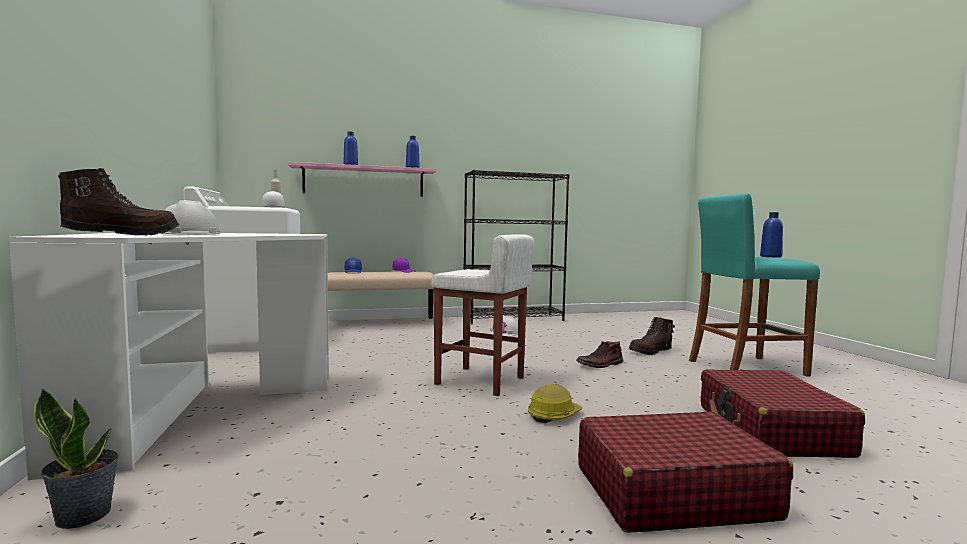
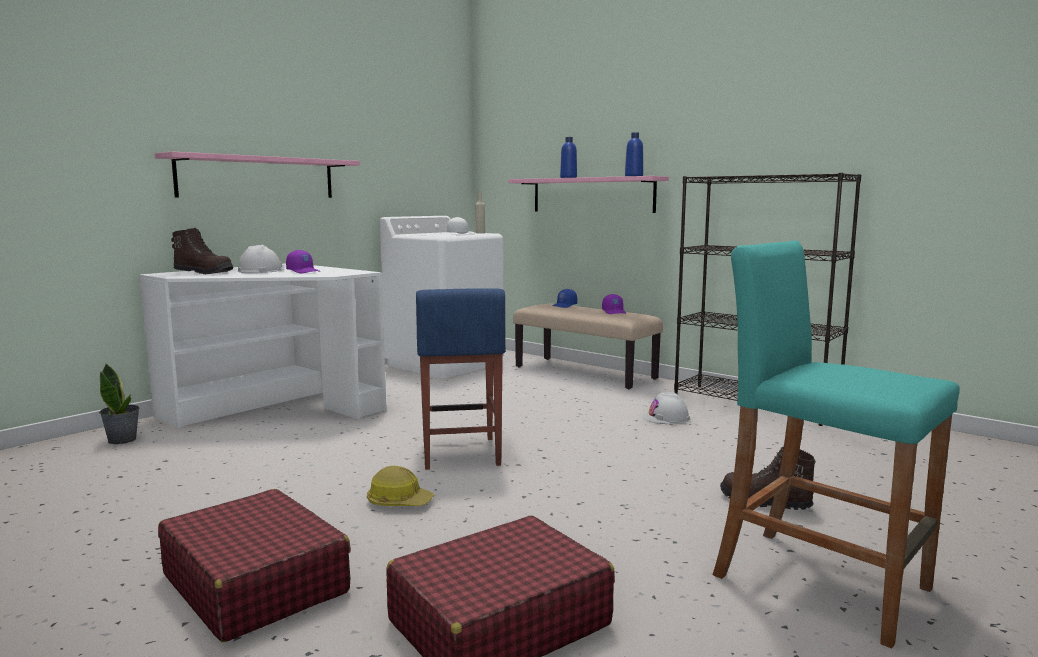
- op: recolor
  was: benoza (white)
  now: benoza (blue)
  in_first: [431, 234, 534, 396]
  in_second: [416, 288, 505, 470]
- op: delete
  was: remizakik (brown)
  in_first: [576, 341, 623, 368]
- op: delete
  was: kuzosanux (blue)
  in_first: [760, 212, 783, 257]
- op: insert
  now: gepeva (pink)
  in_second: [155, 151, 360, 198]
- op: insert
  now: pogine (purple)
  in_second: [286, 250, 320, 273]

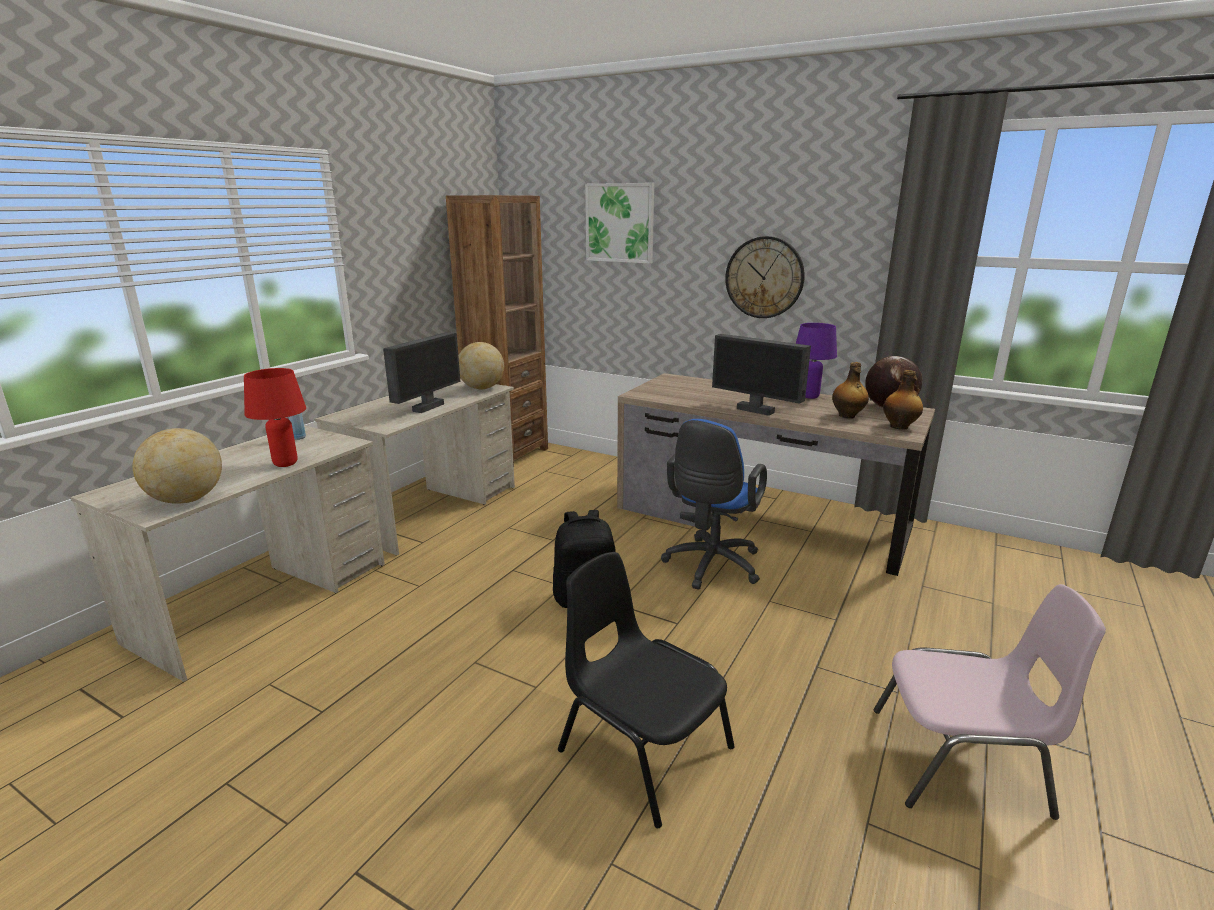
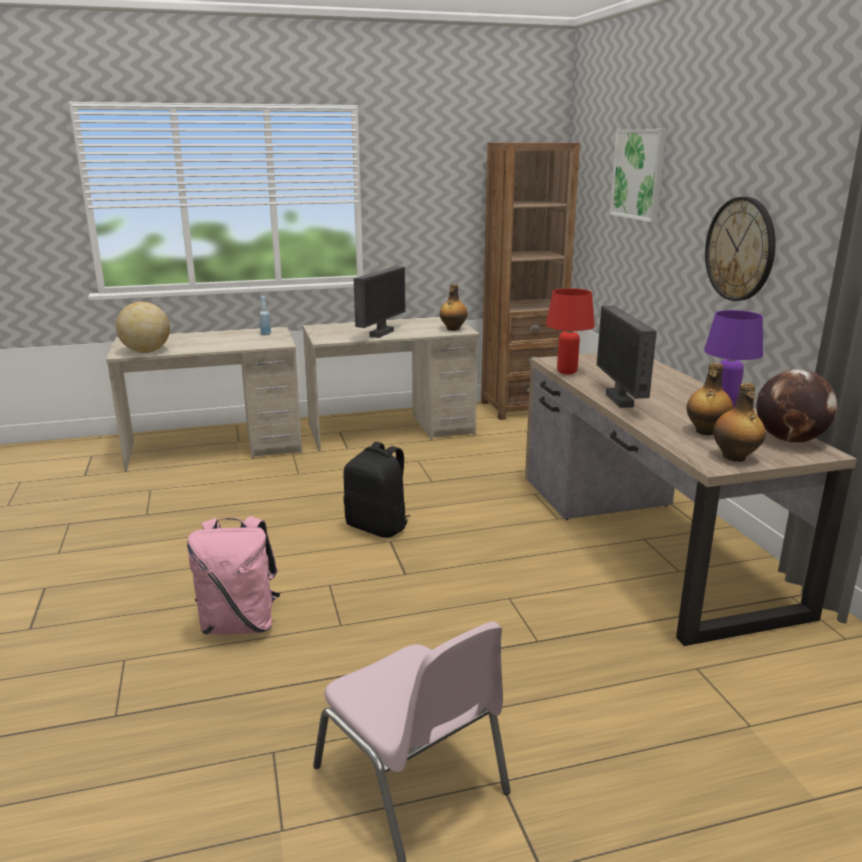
- op: move
  was: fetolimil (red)
  in_first: [244, 368, 306, 467]
  in_second: [546, 288, 595, 374]
- op: rotate
  was: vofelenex
  in_first: [383, 332, 460, 413]
  in_second: [354, 266, 405, 338]
  clockwise: -45
- op: replace
  was: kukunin
  now: kuzosanux
  in_first: [458, 342, 504, 390]
  in_second: [440, 284, 468, 331]
- op: replace
  was: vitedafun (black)
  now: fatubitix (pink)
  in_first: [558, 552, 734, 828]
  in_second: [187, 516, 280, 635]
- op: delete
  was: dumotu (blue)
  in_first: [661, 419, 767, 590]

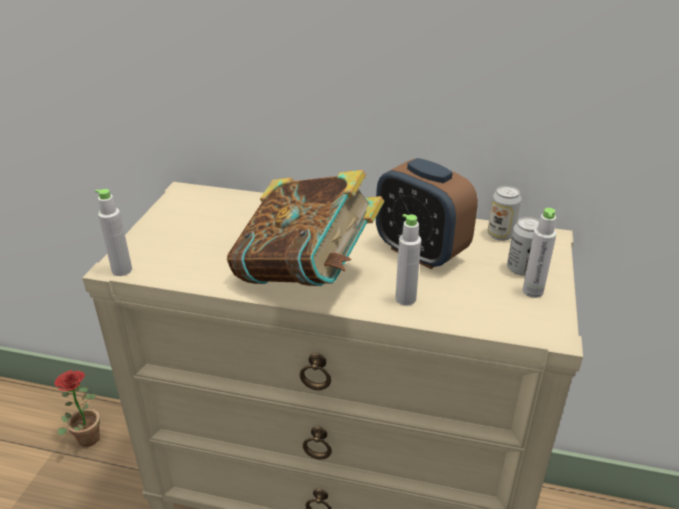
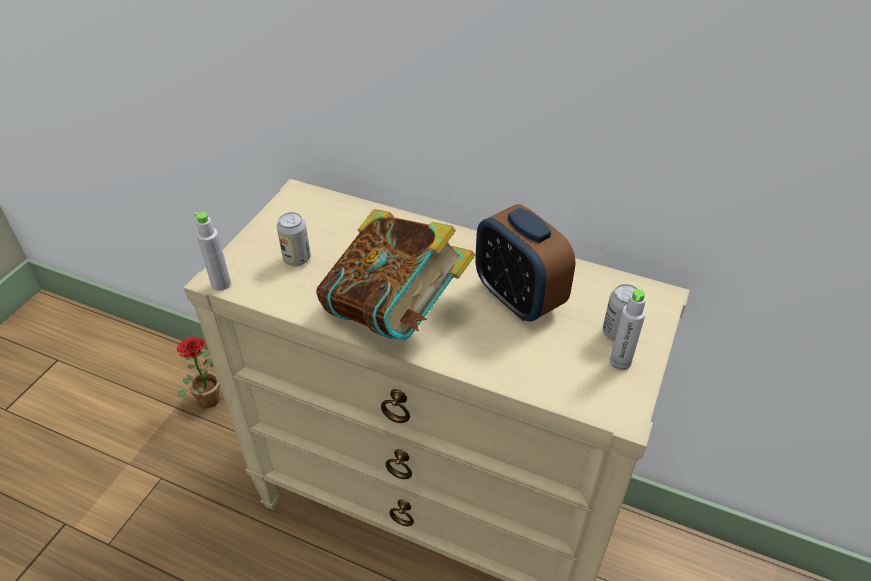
- op: delete
  was: kuzosanux (grey)
  in_first: [395, 214, 421, 306]
- op: move
  was: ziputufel
  in_first: [488, 186, 521, 241]
  in_second: [277, 212, 311, 266]

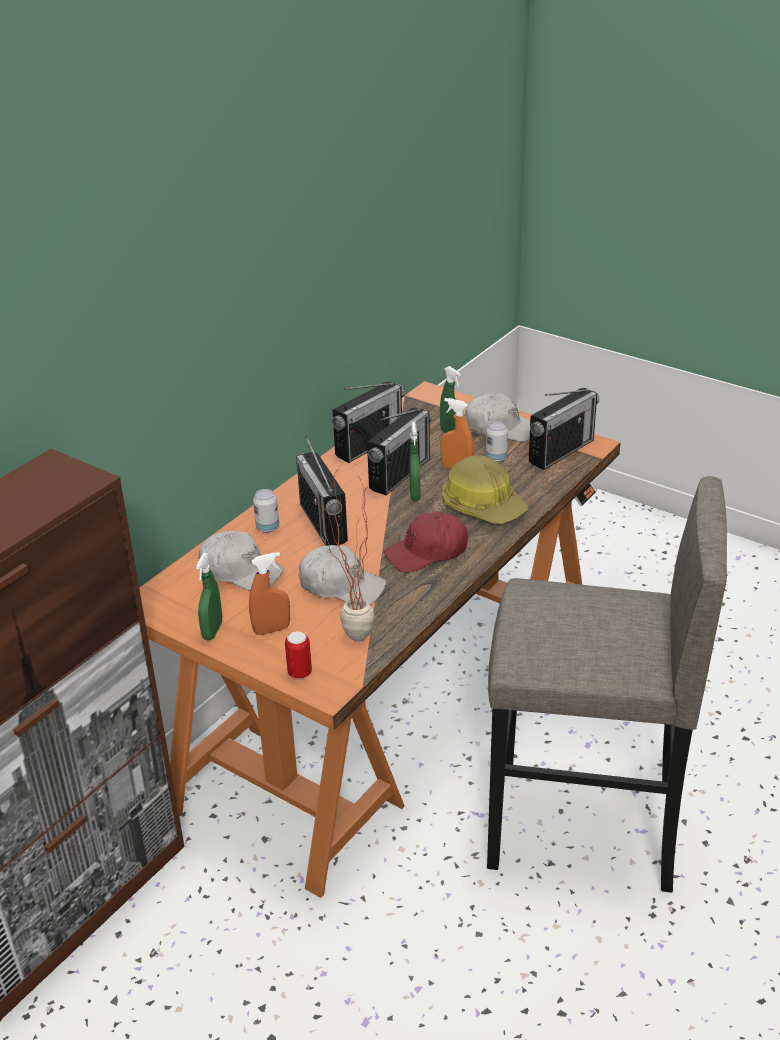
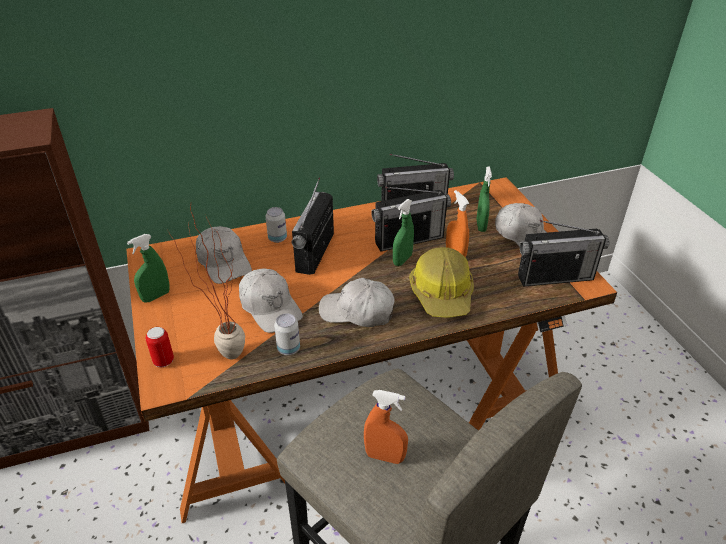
- op: move
  was: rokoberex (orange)
  in_first: [249, 552, 290, 635]
  in_second: [364, 390, 408, 464]
- op: recolor
  was: pogine (red)
  now: pogine (white)
  in_first: [384, 512, 468, 573]
  in_second: [319, 278, 395, 327]
- op: move
  was: ziputufel
  in_first: [486, 421, 508, 462]
  in_second: [274, 314, 300, 355]

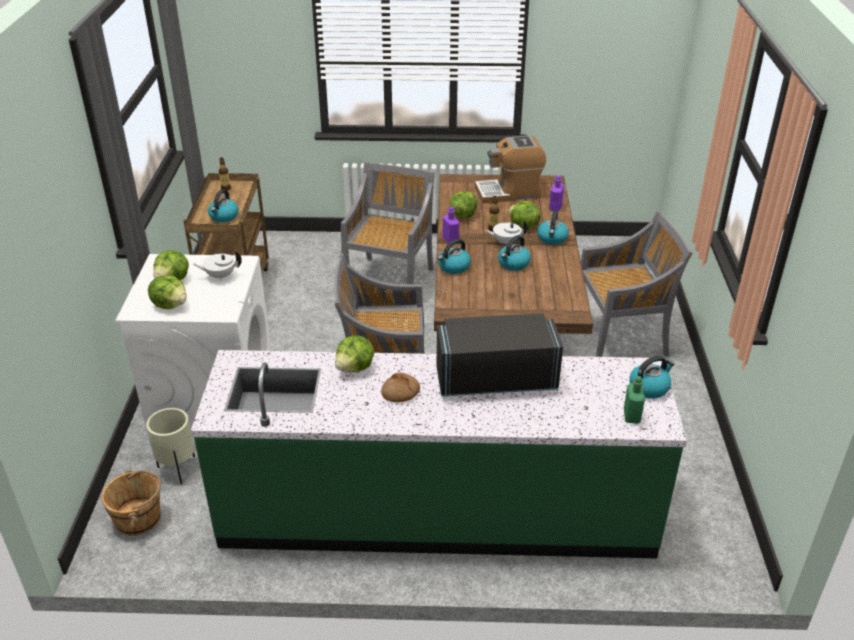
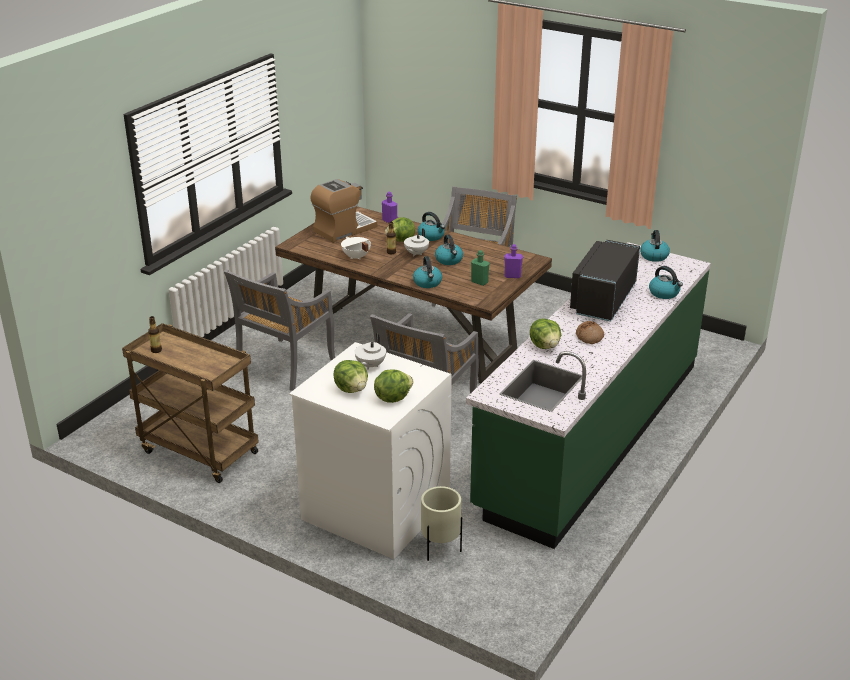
- op: delete
  was: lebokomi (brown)
  in_first: [101, 470, 161, 536]
- op: move
  was: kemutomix
  in_first: [208, 189, 239, 222]
  in_second: [649, 266, 683, 299]
- op: rotate
  was: vitedafun (grey)
  in_first: [341, 162, 435, 303]
  in_second: [224, 269, 335, 391]
  clockwise: -105
- op: move
  was: kuzosanux (purple)
  in_first: [443, 206, 460, 243]
  in_second: [504, 244, 523, 278]
- op: replace
  was: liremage
  now: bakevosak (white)
  in_first: [450, 191, 477, 219]
  in_second: [341, 237, 371, 260]
- op: rotate
  was: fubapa
  in_first: [475, 135, 546, 203]
  in_second: [310, 179, 377, 243]
  clockwise: -150
- op: move
  was: kuzosanux (green)
  in_first: [624, 376, 645, 424]
  in_second: [471, 250, 489, 286]

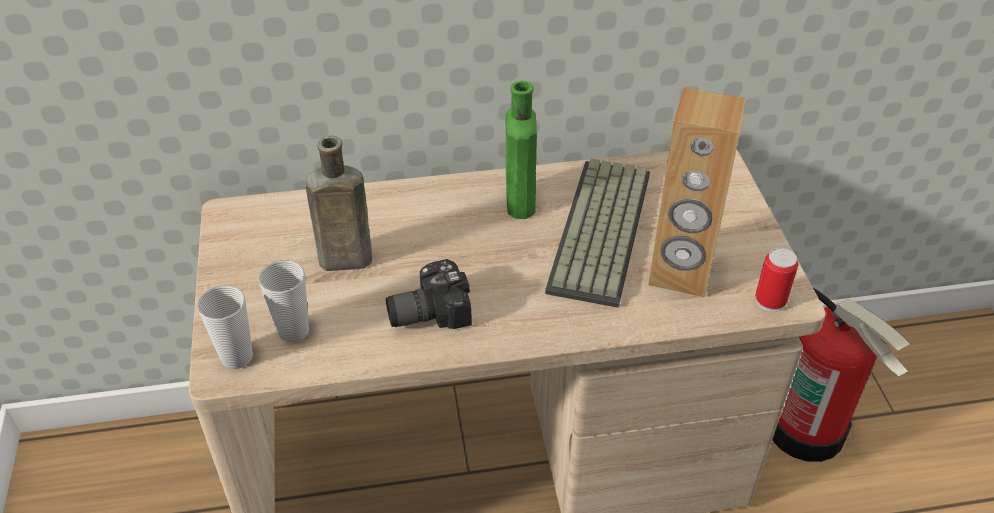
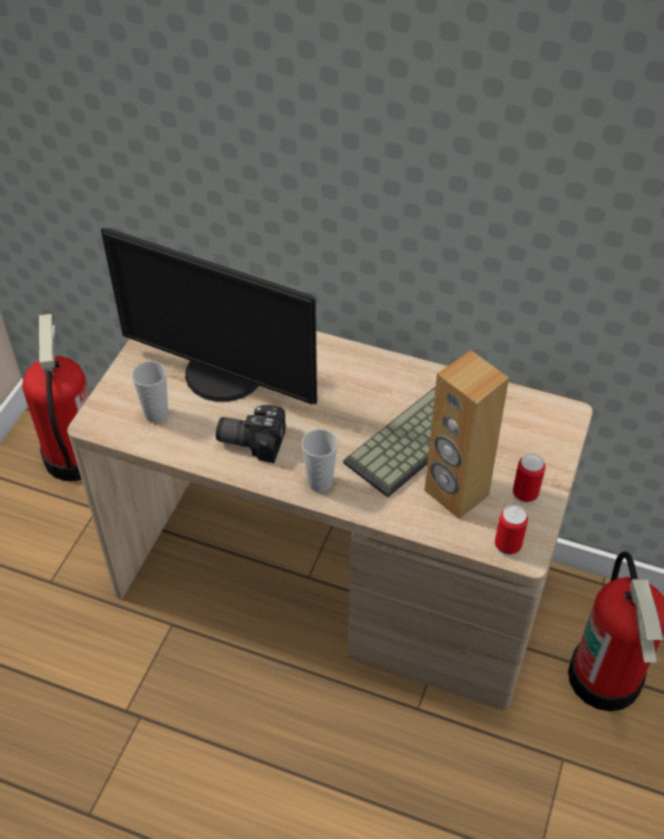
- op: move
  was: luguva
  in_first: [197, 285, 253, 369]
  in_second: [302, 429, 338, 492]
- op: replace
  was: kuzosanux (brown)
  now: vofelenex
  in_first: [306, 136, 372, 271]
  in_second: [101, 228, 317, 404]
- op: delete
  was: kuzosanux (green)
  in_first: [505, 81, 537, 219]
- op: insert
  now: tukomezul
  in_second: [23, 314, 90, 481]
- op: insert
  now: ziputufel
  in_second: [513, 453, 545, 504]

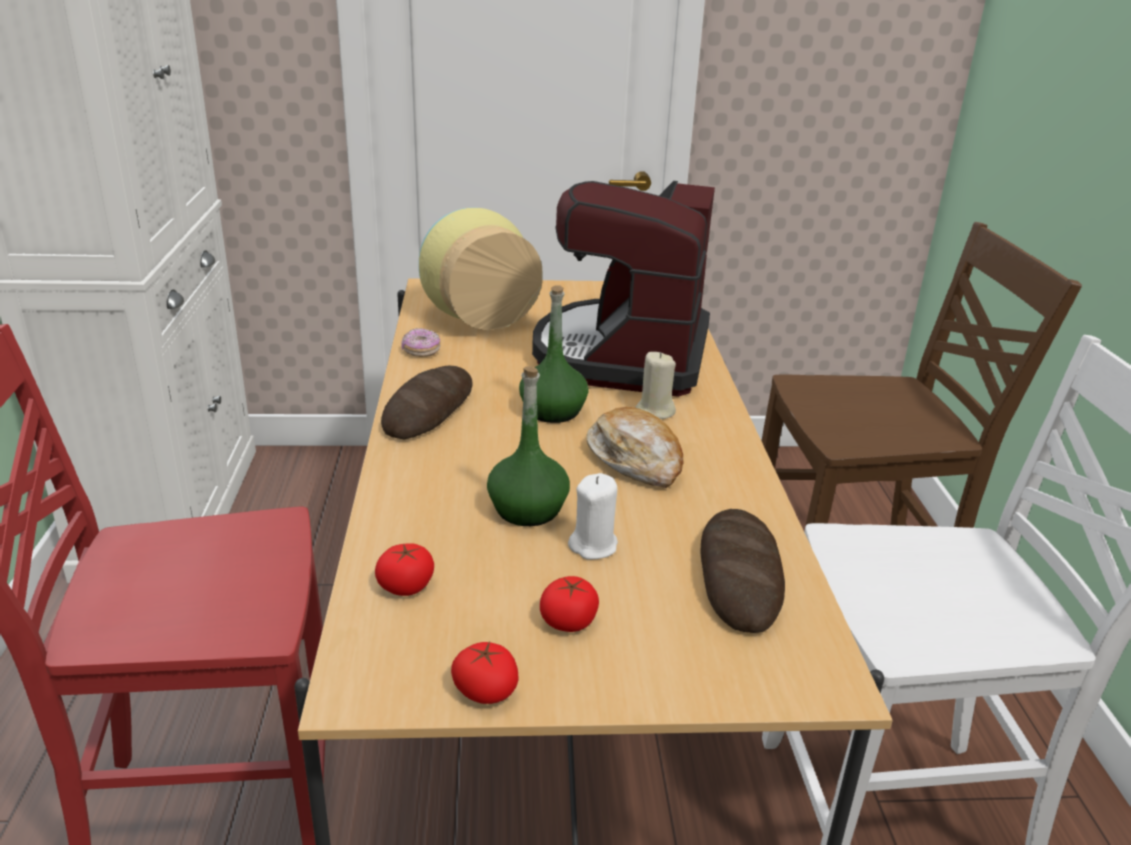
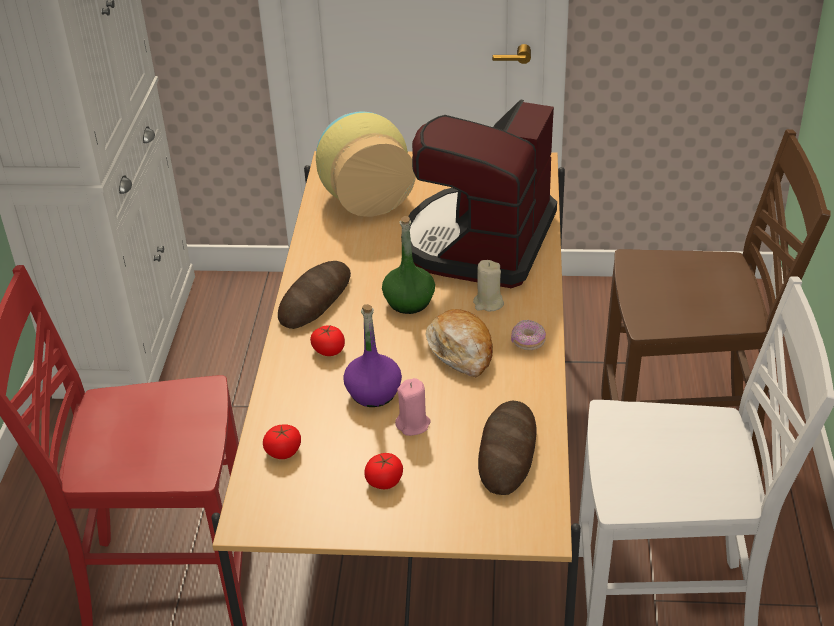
- op: move
  was: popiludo
  in_first: [401, 328, 441, 357]
  in_second: [511, 320, 546, 350]
- op: move
  was: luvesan
  in_first: [451, 641, 518, 704]
  in_second: [310, 325, 345, 356]
- op: recolor
  was: kuzosanux (green)
  now: kuzosanux (purple)
  in_first: [487, 366, 570, 526]
  in_second: [343, 304, 402, 407]
- op: recolor
  was: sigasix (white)
  now: sigasix (pink)
  in_first: [568, 473, 618, 560]
  in_second: [395, 378, 431, 436]

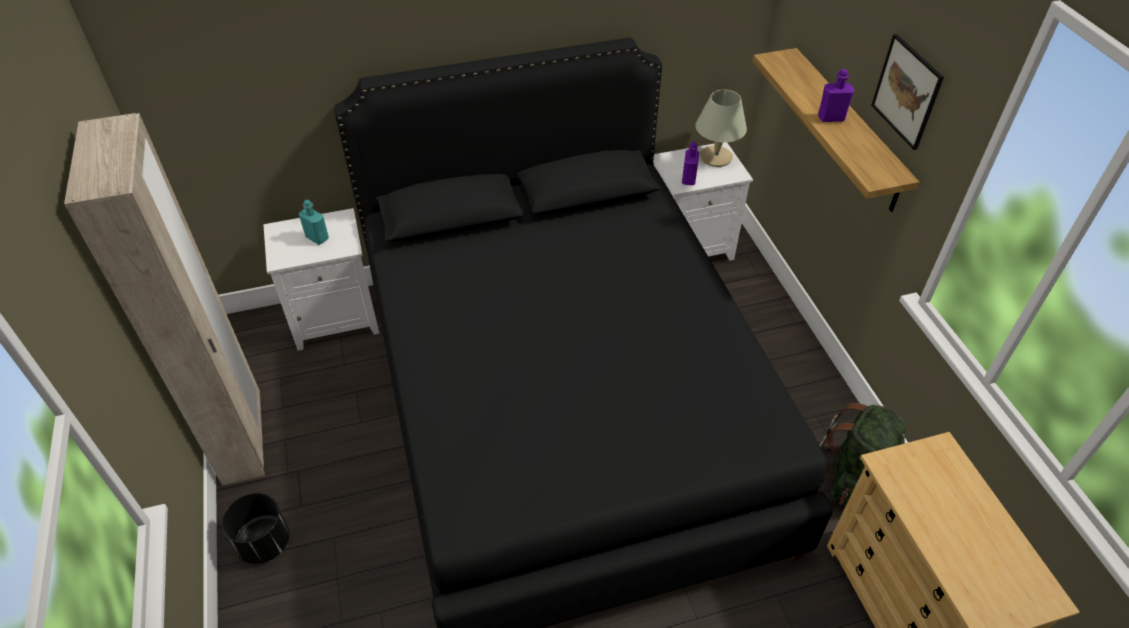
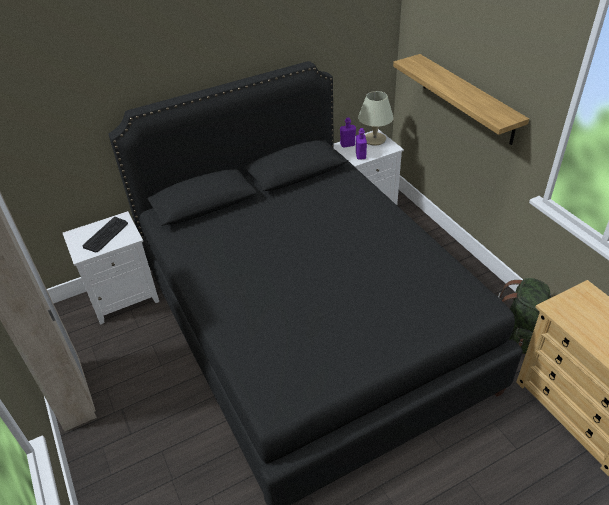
- op: delete
  was: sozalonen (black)
  in_first: [222, 493, 290, 564]
- op: replace
  was: kuzosanux (turquoise)
  now: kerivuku
  in_first: [299, 200, 329, 245]
  in_second: [82, 217, 128, 252]
- op: move
  was: kuzosanux (purple)
  in_first: [818, 69, 854, 122]
  in_second: [340, 117, 356, 148]
- op: delete
  was: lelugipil
  in_first: [871, 34, 944, 150]

